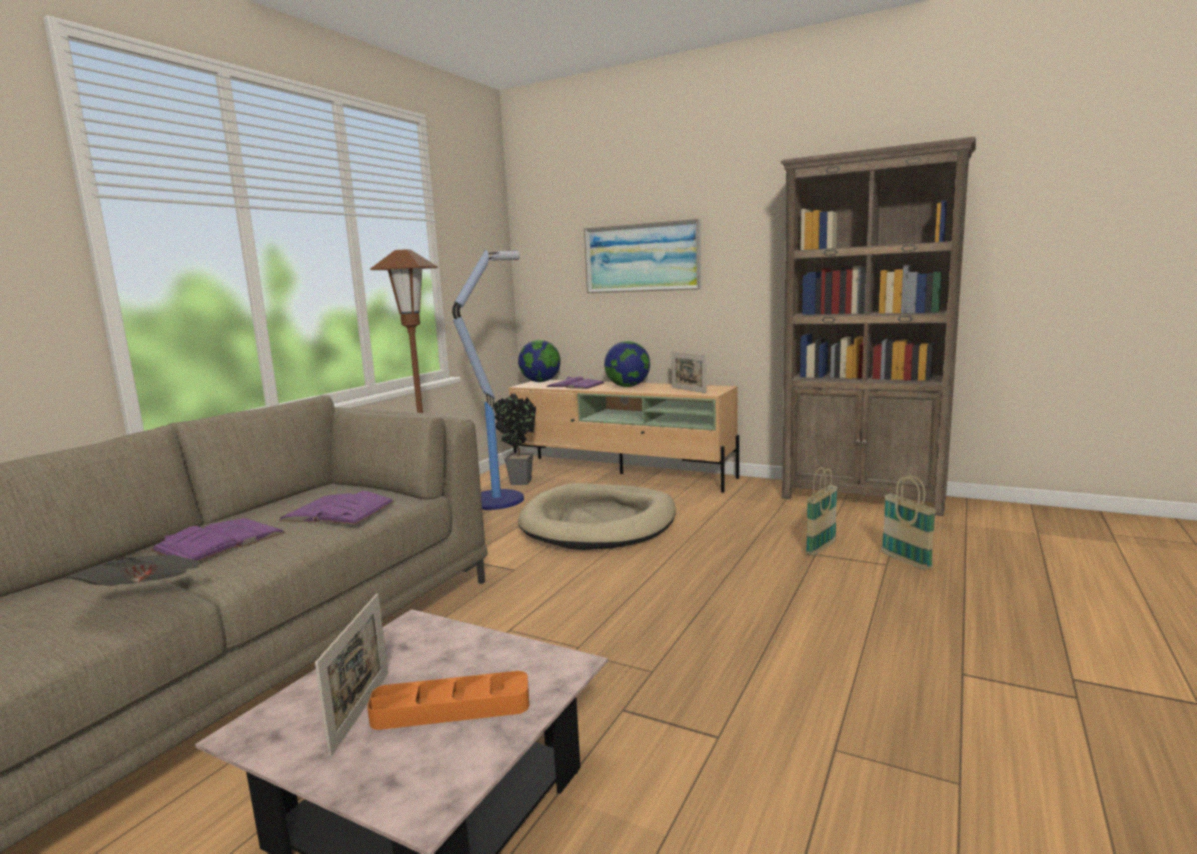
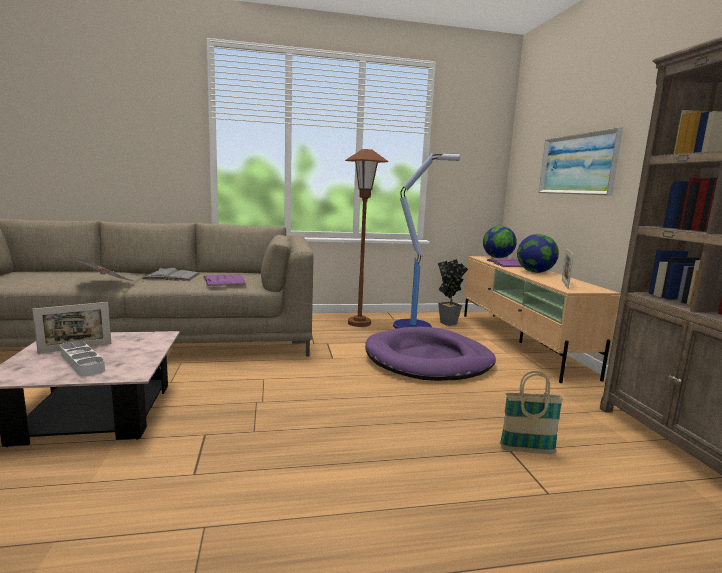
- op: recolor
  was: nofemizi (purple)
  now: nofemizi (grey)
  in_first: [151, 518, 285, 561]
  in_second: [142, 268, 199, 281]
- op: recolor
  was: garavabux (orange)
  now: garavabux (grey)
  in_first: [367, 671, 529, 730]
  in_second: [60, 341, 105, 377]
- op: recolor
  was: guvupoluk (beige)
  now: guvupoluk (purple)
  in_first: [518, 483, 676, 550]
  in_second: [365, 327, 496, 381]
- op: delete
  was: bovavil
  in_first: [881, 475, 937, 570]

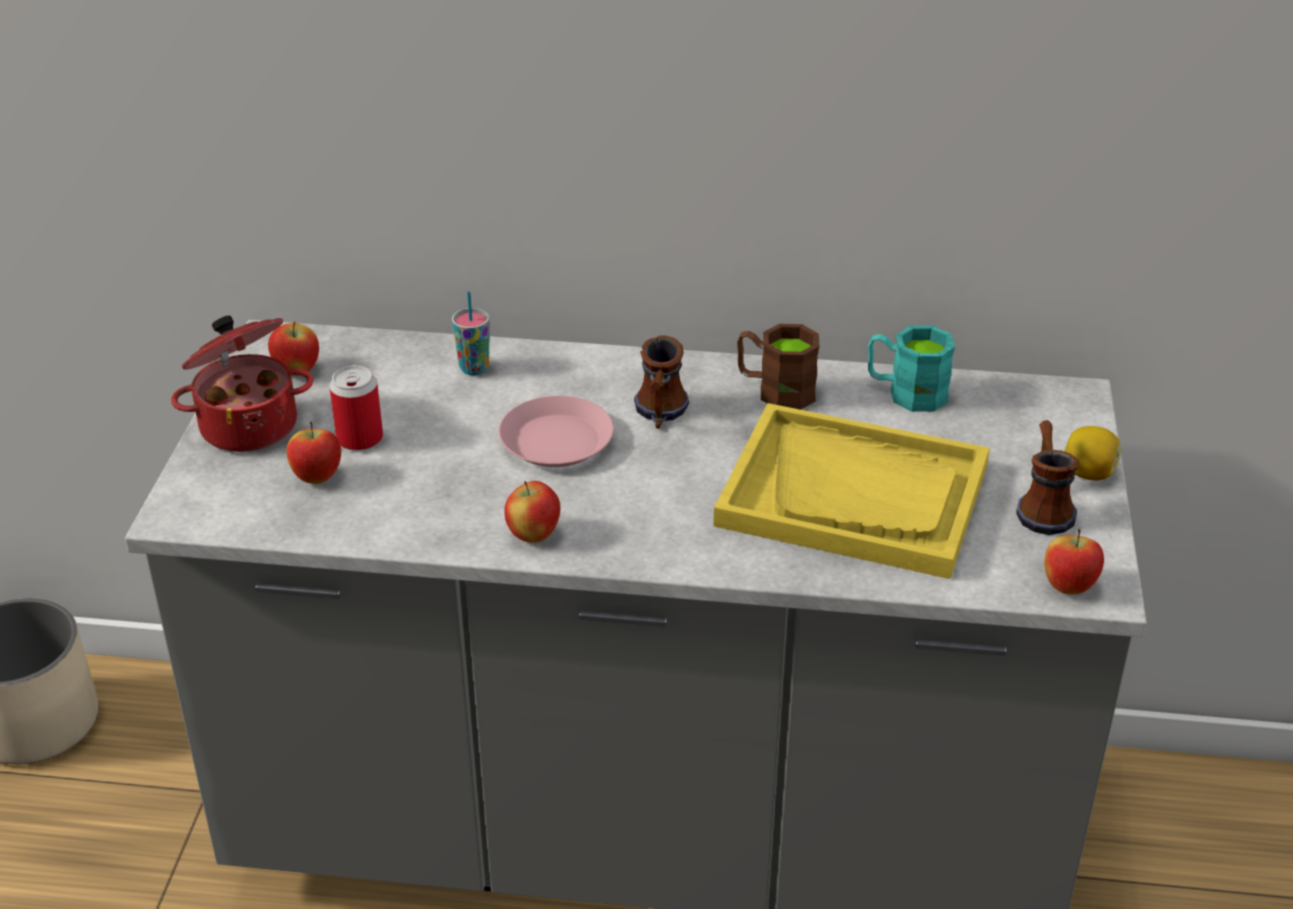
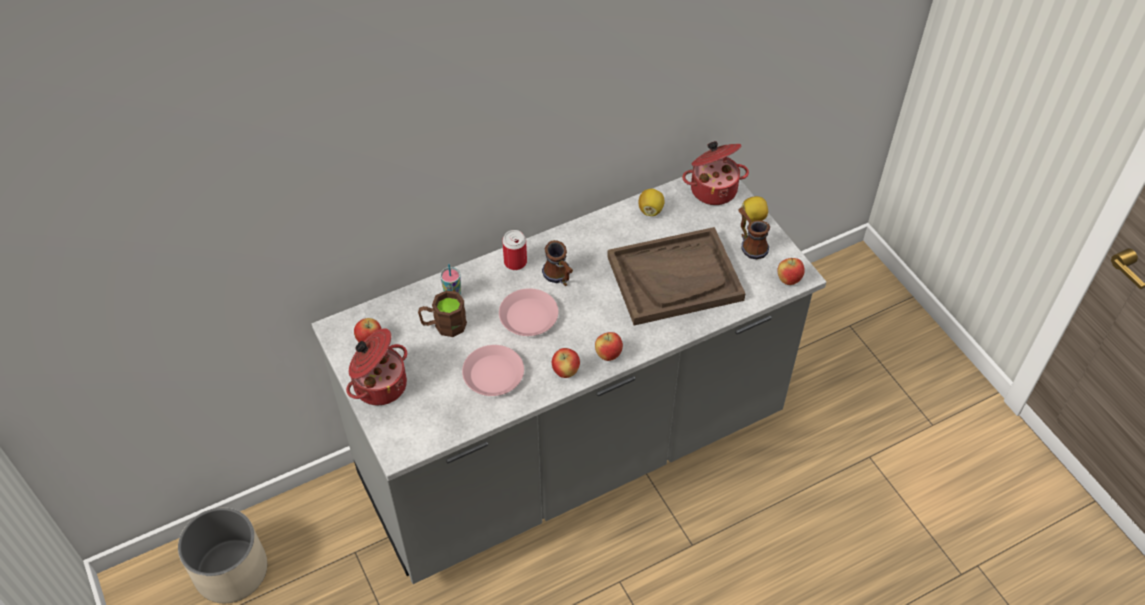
- op: move
  was: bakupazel
  in_first: [286, 422, 341, 484]
  in_second: [595, 332, 623, 361]
- op: move
  was: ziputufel
  in_first: [329, 365, 383, 451]
  in_second: [502, 230, 527, 270]
- op: recolor
  was: garavabux (yellow)
  now: garavabux (brown)
  in_first: [713, 403, 990, 579]
  in_second: [607, 227, 746, 326]
- op: move
  was: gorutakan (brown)
  in_first: [737, 324, 819, 410]
  in_second: [418, 290, 467, 337]
- op: replace
  was: gorutakan (turquoise)
  now: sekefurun
  in_first: [868, 325, 955, 412]
  in_second: [639, 189, 665, 216]
- op: insert
  now: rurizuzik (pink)
  in_second: [462, 345, 524, 396]
- op: insert
  now: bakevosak
  in_second: [682, 141, 749, 205]

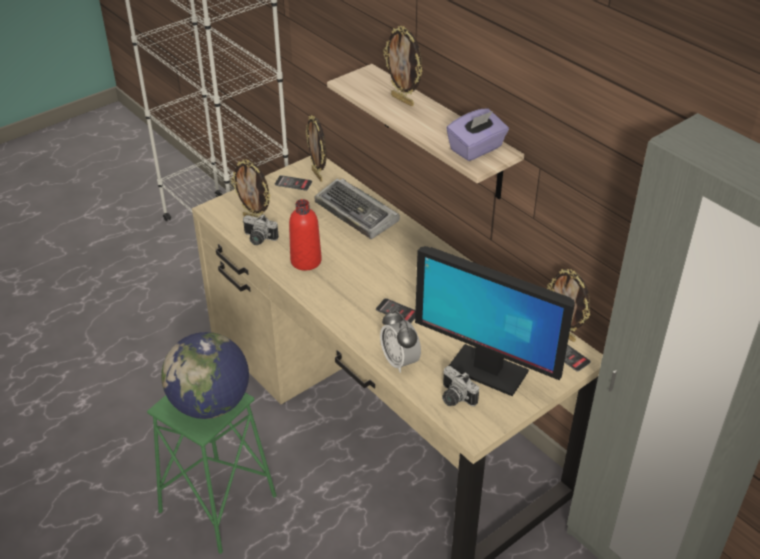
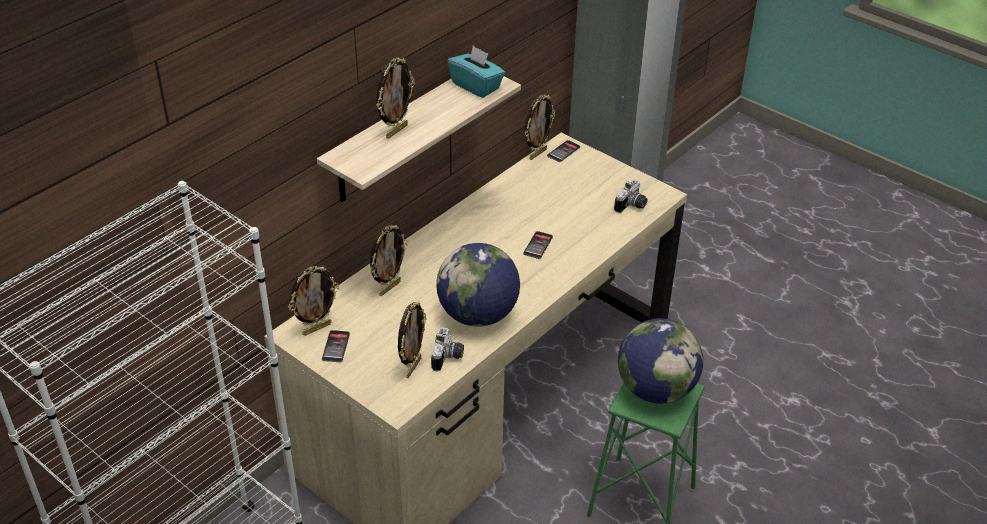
- op: replace
  was: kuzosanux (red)
  now: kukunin
  in_first: [289, 199, 322, 271]
  in_second: [436, 243, 520, 327]
- op: replace
  was: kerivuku
  now: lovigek
  in_first: [314, 179, 400, 239]
  in_second: [370, 225, 408, 296]
- op: delete
  was: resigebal
  in_first: [380, 310, 421, 373]
- op: delete
  was: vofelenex
  in_first: [415, 246, 575, 396]
- op: recolor
  was: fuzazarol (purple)
  now: fuzazarol (turquoise)
  in_first: [446, 108, 509, 161]
  in_second: [447, 46, 505, 98]

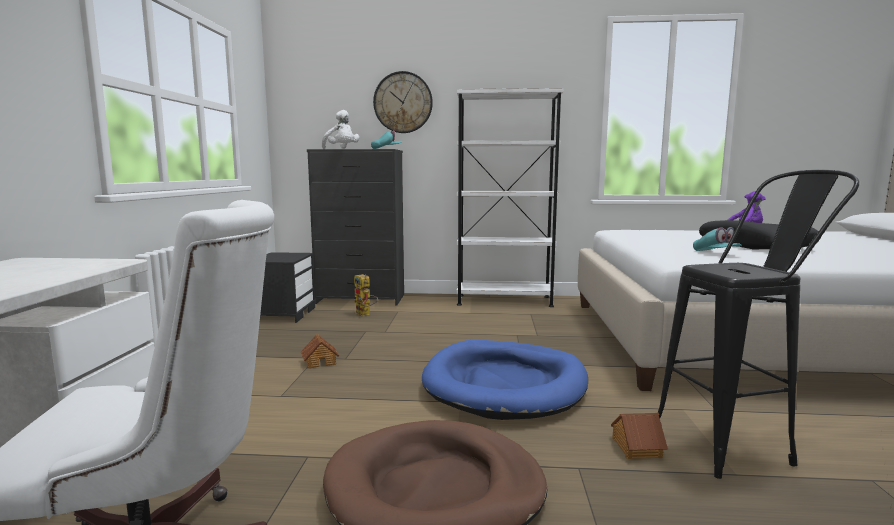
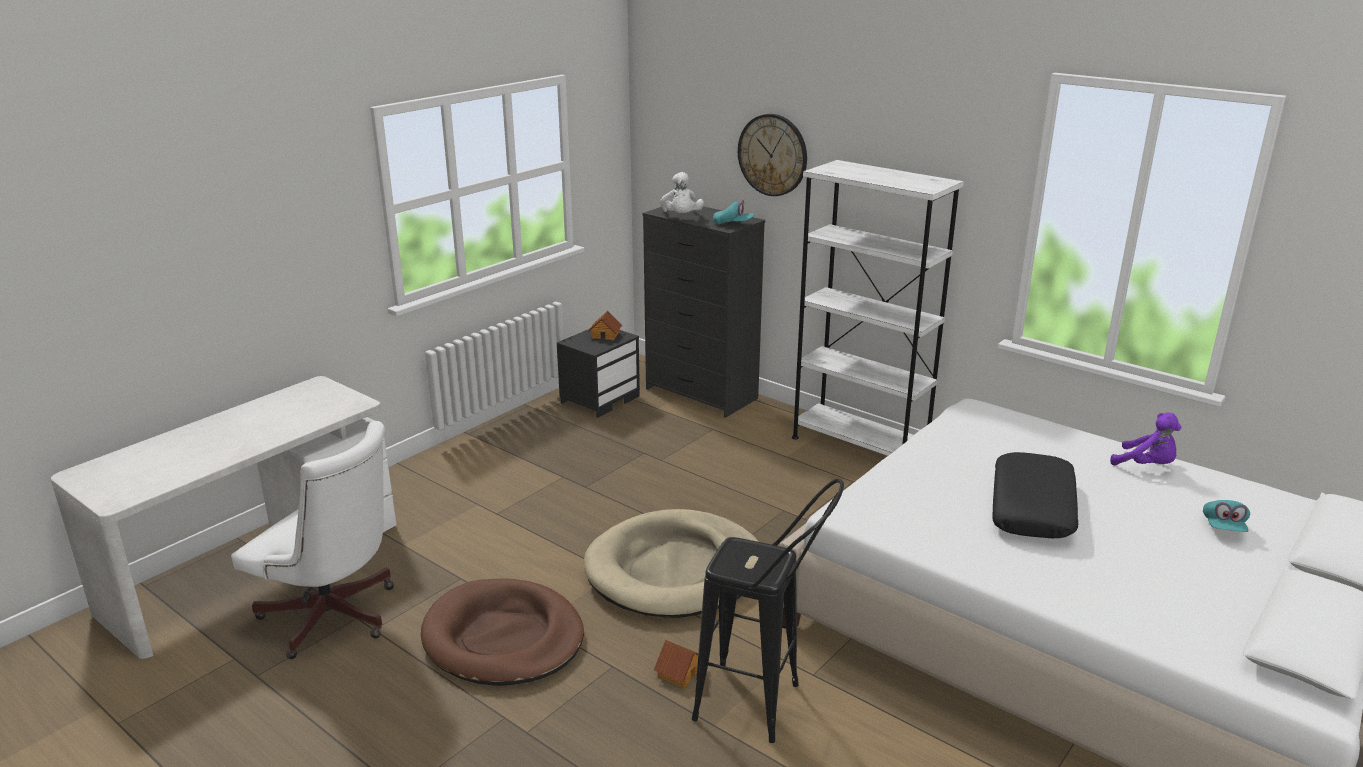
- op: move
  was: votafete
  in_first: [301, 334, 339, 369]
  in_second: [588, 311, 622, 341]
- op: delete
  was: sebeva
  in_first: [354, 274, 378, 316]
- op: recolor
  was: guvupoluk (blue)
  now: guvupoluk (beige)
  in_first: [422, 340, 588, 420]
  in_second: [584, 509, 759, 618]
- op: move
  was: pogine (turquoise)
  in_first: [693, 227, 742, 251]
  in_second: [1203, 500, 1250, 532]

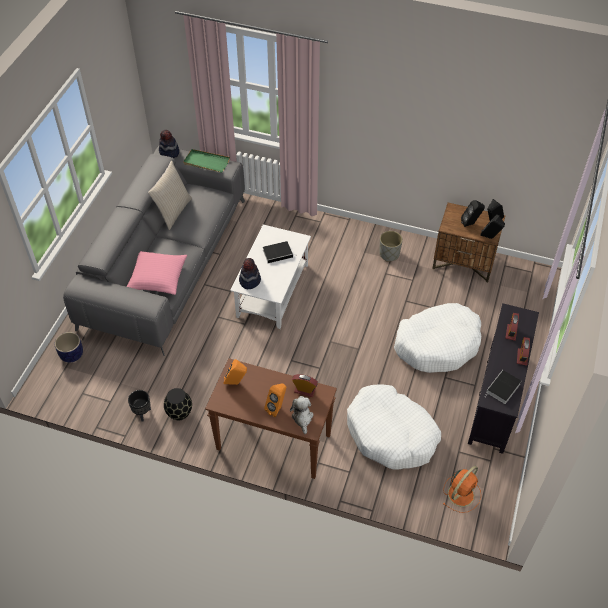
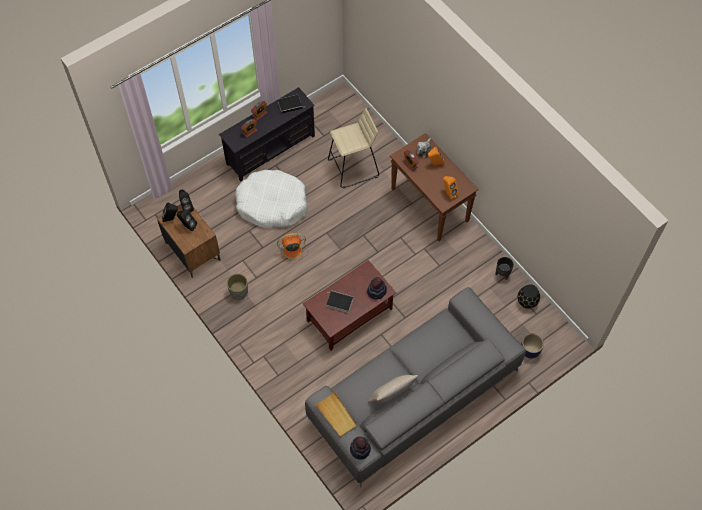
- op: delete
  was: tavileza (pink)
  in_first: [127, 251, 187, 295]
- op: move
  was: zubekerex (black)
  in_first: [164, 388, 192, 421]
  in_second: [518, 284, 540, 309]
- op: recolor
  was: garavabux (green)
  now: garavabux (beige)
  in_first: [183, 149, 230, 173]
  in_second: [315, 391, 357, 437]
- op: recolor
  was: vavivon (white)
  now: vavivon (brown)
  in_first: [230, 225, 311, 329]
  in_second: [303, 260, 396, 351]
- op: replace
  was: guvupoluk (white)
  now: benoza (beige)
  in_first: [347, 384, 441, 470]
  in_second: [328, 108, 379, 188]
- op: move
  was: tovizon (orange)
  in_first: [443, 466, 481, 513]
  in_second: [277, 232, 308, 264]

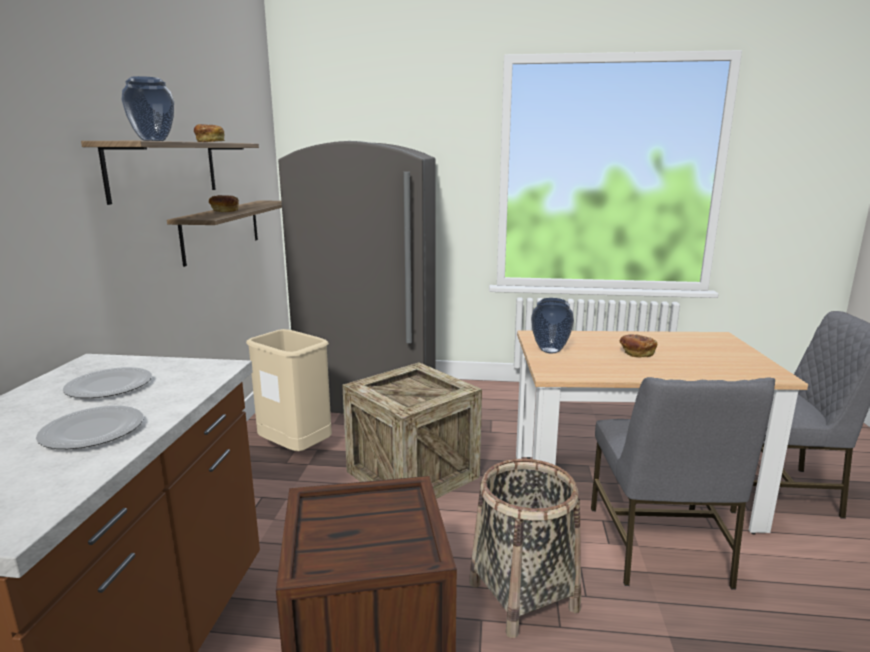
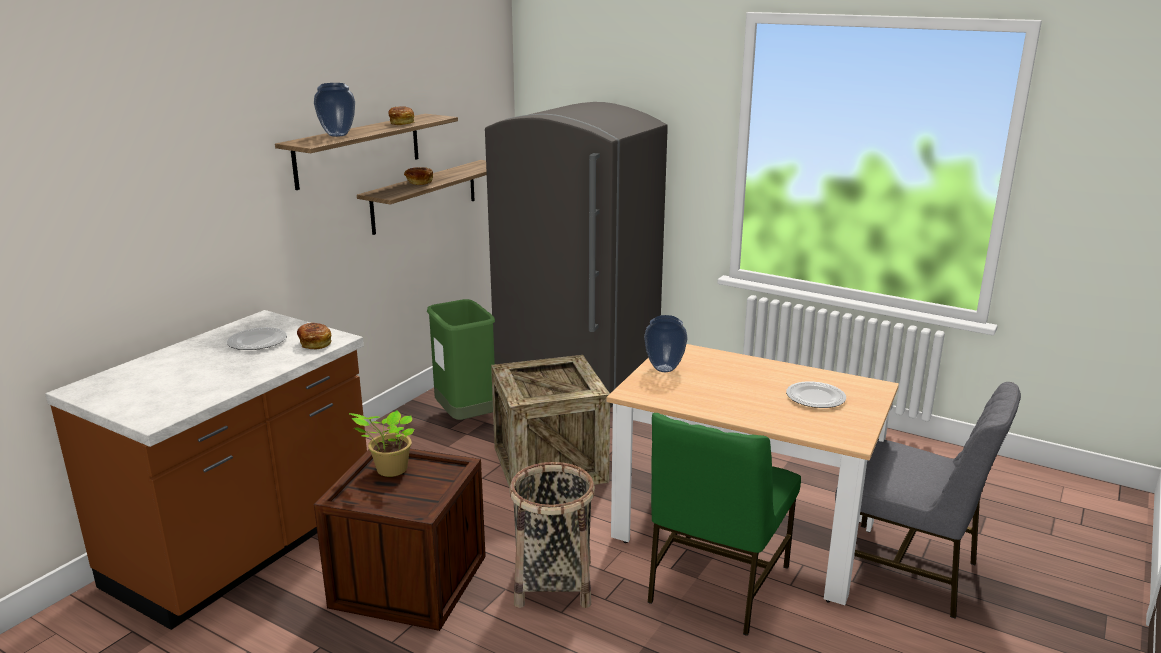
- op: move
  was: rurizuzik
  in_first: [36, 406, 143, 449]
  in_second: [786, 381, 846, 408]
- op: recolor
  was: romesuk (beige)
  now: romesuk (green)
  in_first: [246, 329, 332, 451]
  in_second: [427, 299, 495, 420]
- op: recolor
  was: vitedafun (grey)
  now: vitedafun (green)
  in_first: [591, 377, 775, 590]
  in_second: [647, 413, 801, 636]
- op: move
  was: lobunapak
  in_first: [620, 334, 657, 357]
  in_second: [297, 323, 332, 349]
- op: insert
  now: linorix
  in_second: [349, 410, 414, 477]

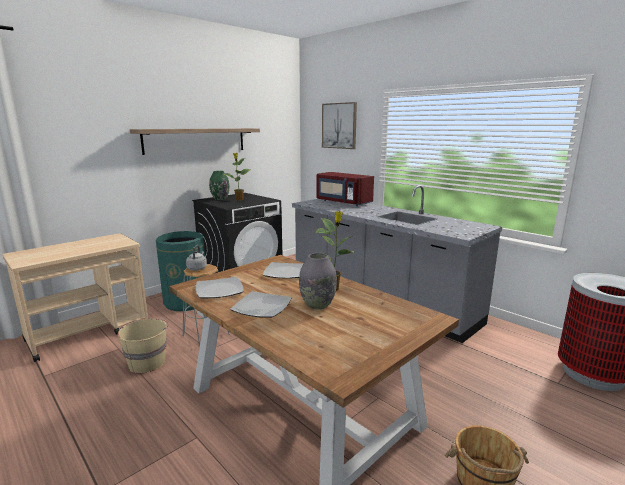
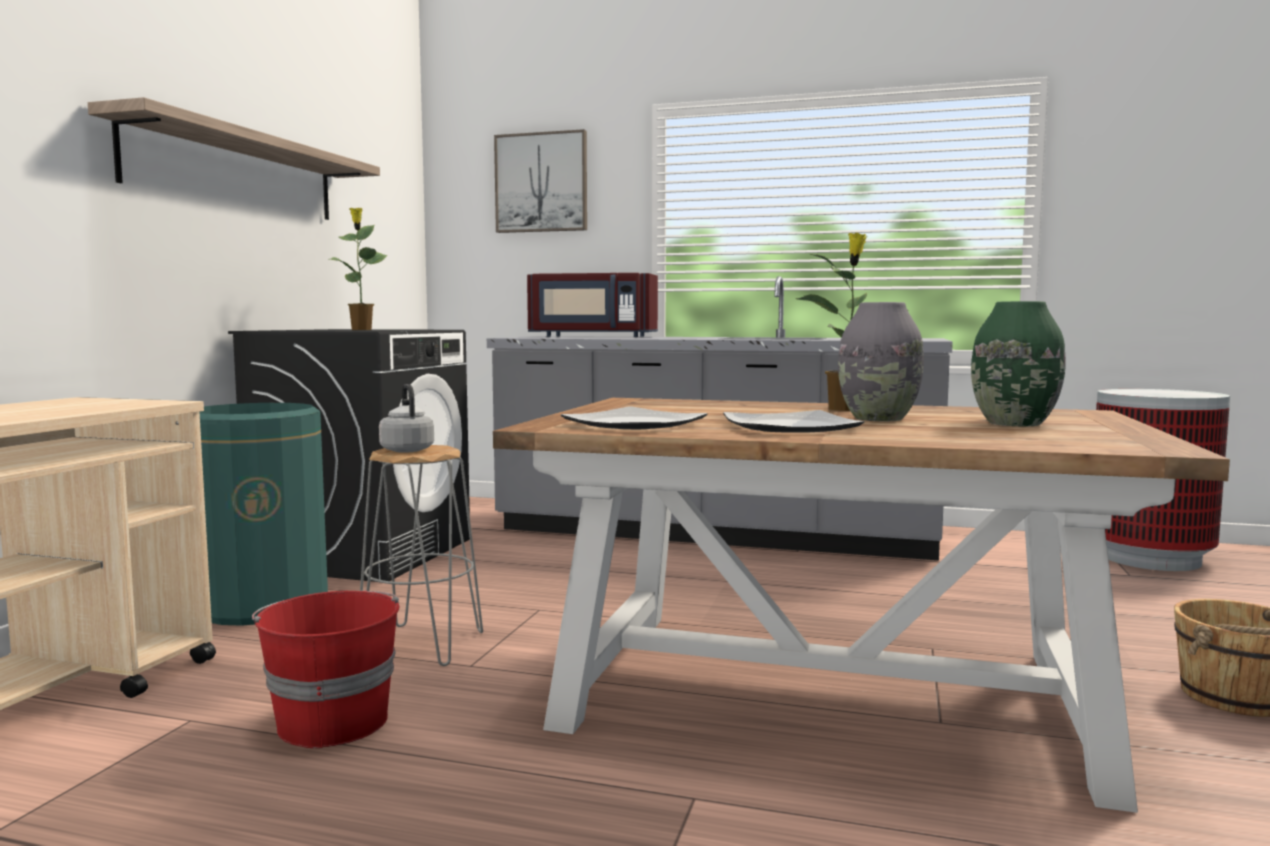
- op: recolor
  was: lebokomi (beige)
  now: lebokomi (red)
  in_first: [118, 318, 168, 373]
  in_second: [252, 591, 399, 748]
- op: move
  was: zubekerex (green)
  in_first: [209, 171, 230, 200]
  in_second: [971, 301, 1066, 426]
- op: delete
  was: rurizuzik
  in_first: [263, 262, 303, 279]

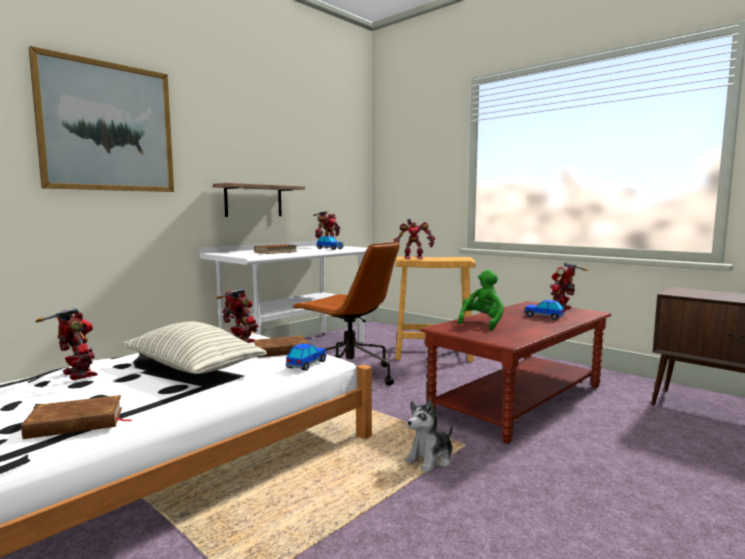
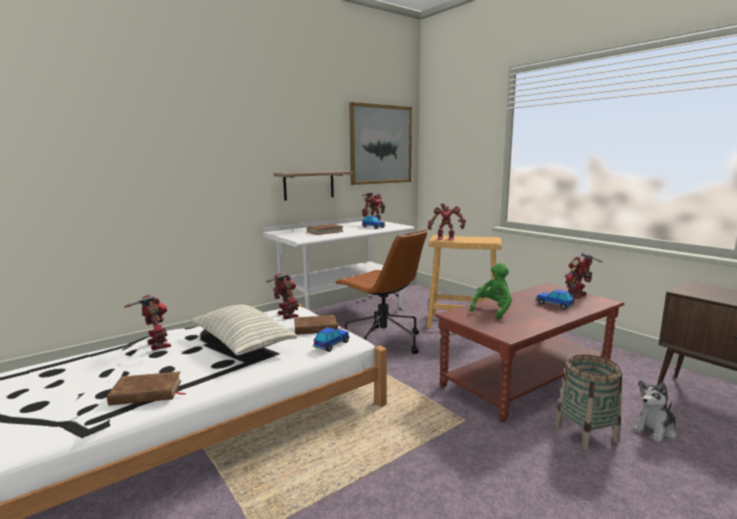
- op: move
  was: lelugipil
  in_first: [29, 46, 174, 192]
  in_second: [349, 102, 412, 185]
- op: move
  was: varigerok
  in_first: [405, 399, 453, 473]
  in_second: [632, 380, 677, 442]
- op: insert
  now: bovavil
  in_second: [555, 354, 622, 450]

